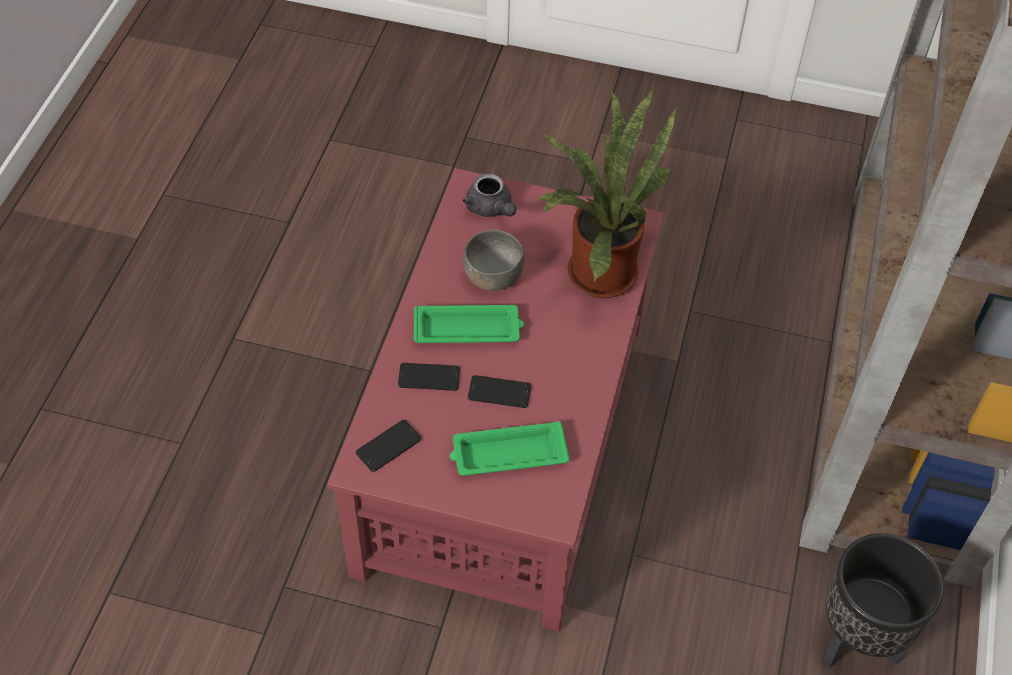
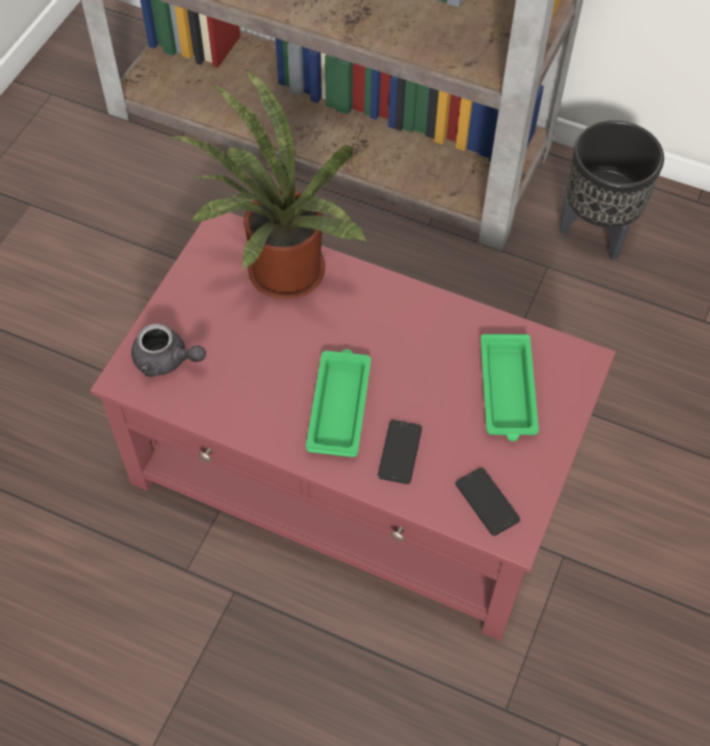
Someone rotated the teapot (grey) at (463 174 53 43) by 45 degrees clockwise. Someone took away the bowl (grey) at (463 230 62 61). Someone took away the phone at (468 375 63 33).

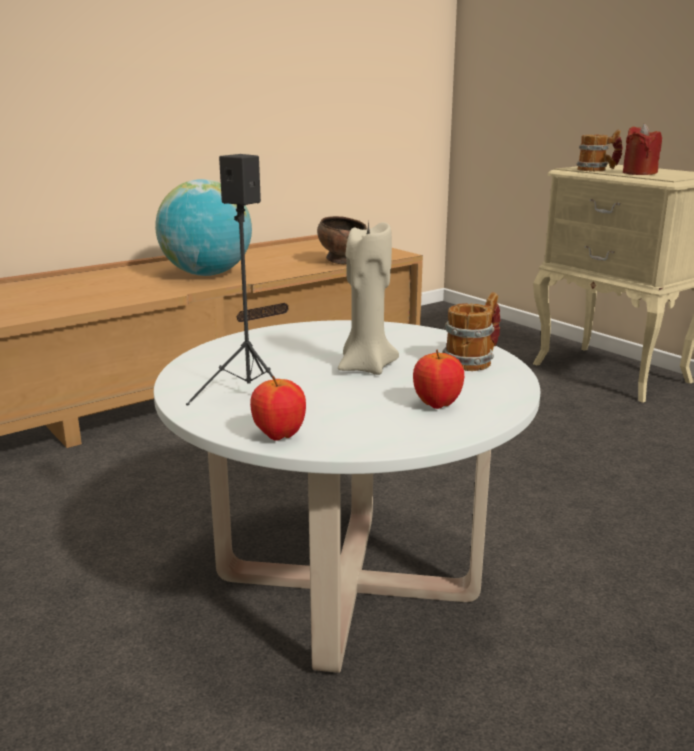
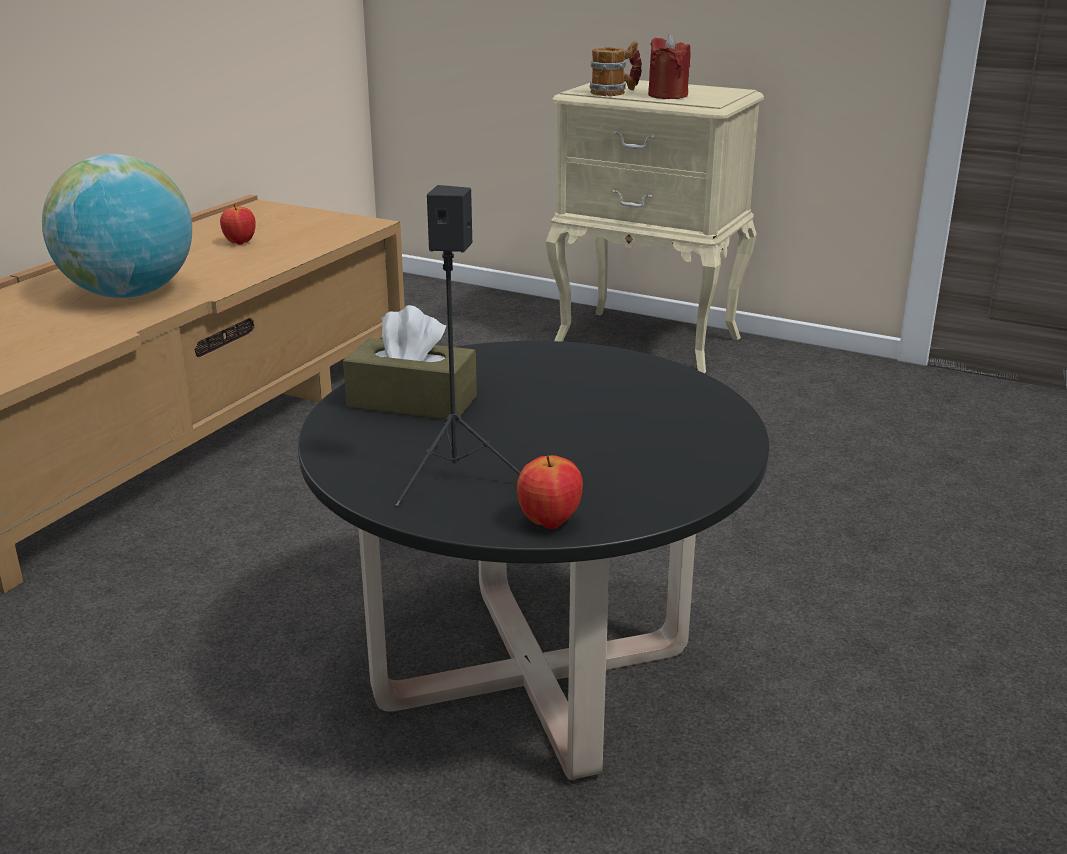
Someone repainted the coffee table (white) at (154 320 386 353), which became the coffee table (black) at (298 341 471 439). Someone took away the bowl (brown) at (317 216 50 48). Someone took away the candle (beige) at (338 220 61 155). Someone carried the apple from (413 350 51 59) to (220 204 36 41). Someone took away the mug at (442 292 59 79). Someone put down the tissue box (brown) at (343 305 134 115).

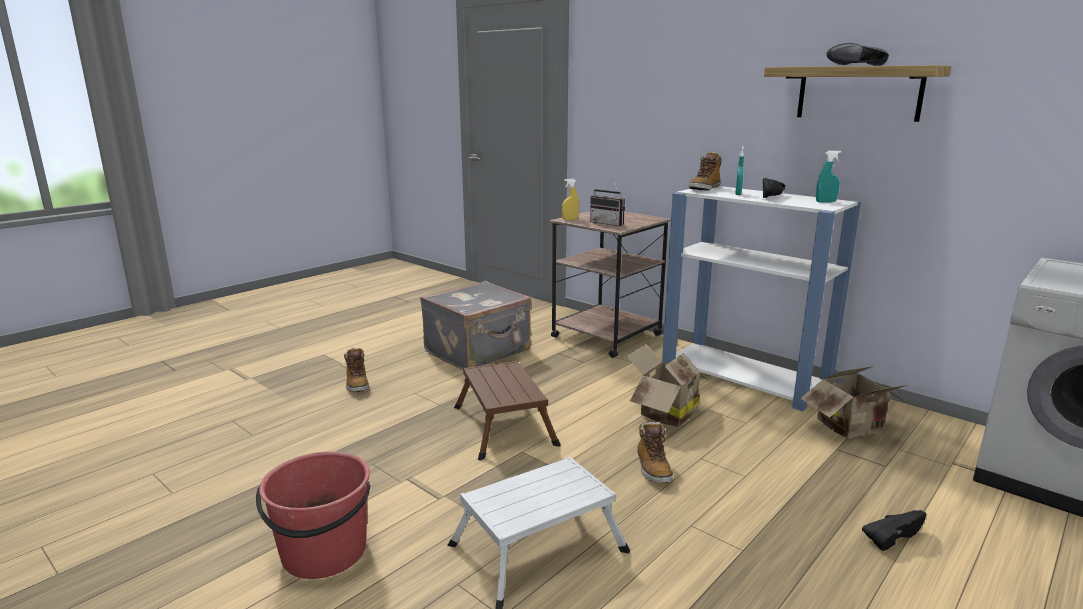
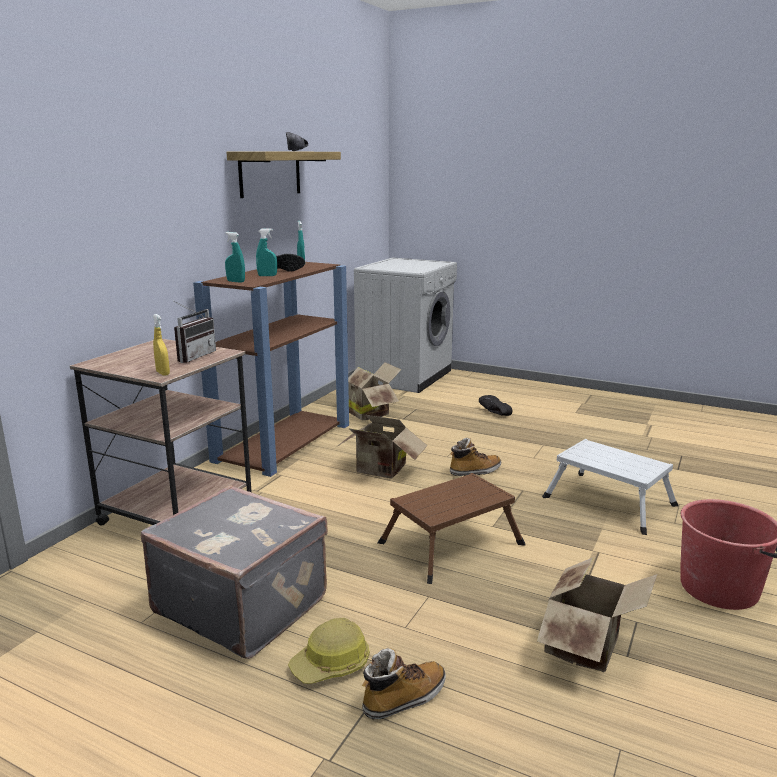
Someone repainted the bookcase (white) at (662 186 199 225), which became the bookcase (brown) at (193 262 156 215). Someone swapped the boot at (688 151 34 40) for the spray bottle (turquoise) at (225 232 20 51). Someone put down the hard hat at (288 618 82 66). Someone put down the cardboard box at (537 557 120 115).

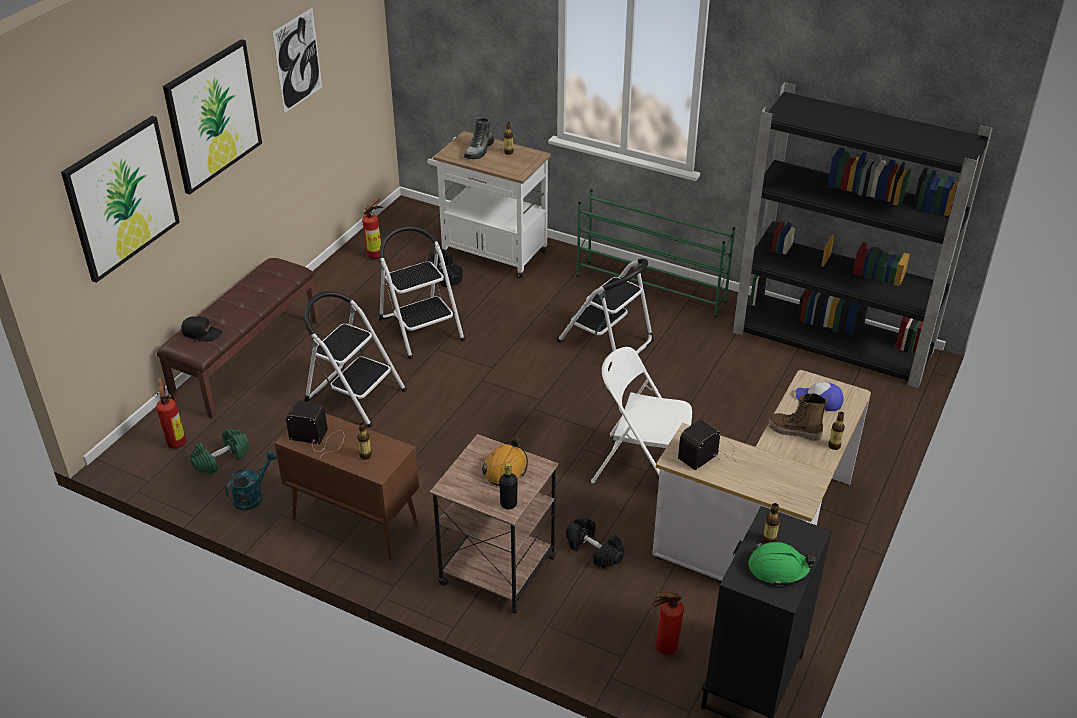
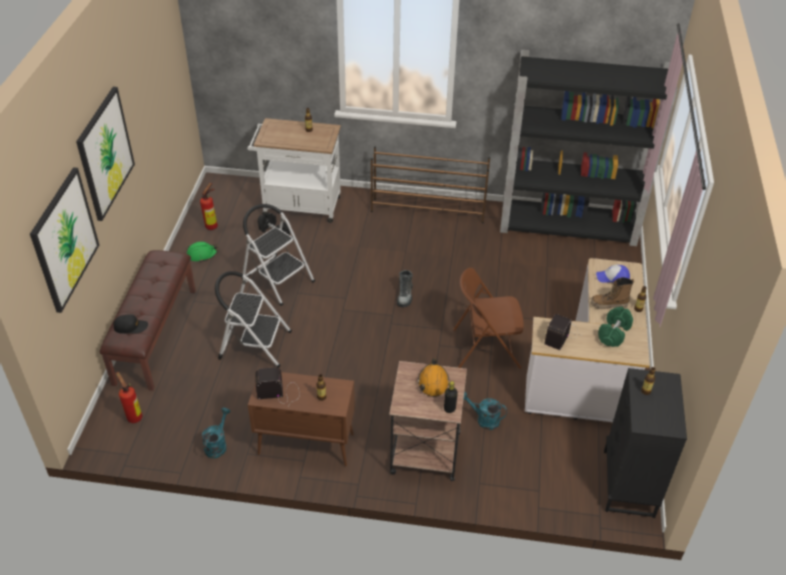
Someone carried the dumbbell (green) from (190 429 59 45) to (598 307 35 40). Someone took away the picture at (272 8 50 105). Someone carried the boot from (464 117 30 42) to (397 270 16 37). Someone took away the step ladder at (557 259 97 95). Someone swapped the dumbbell (black) at (566 518 58 50) for the watering can (turquoise) at (463 392 44 38). Someone repainted the shoe rack (green) at (576 189 159 129), which became the shoe rack (brown) at (371 146 119 77). Someone repainted the chair (white) at (591 347 101 137), which became the chair (brown) at (453 268 71 101). Someone took away the fire extinguisher at (652 592 32 63). Someone carried the hard hat (green) from (748 542 68 44) to (187 242 31 20).

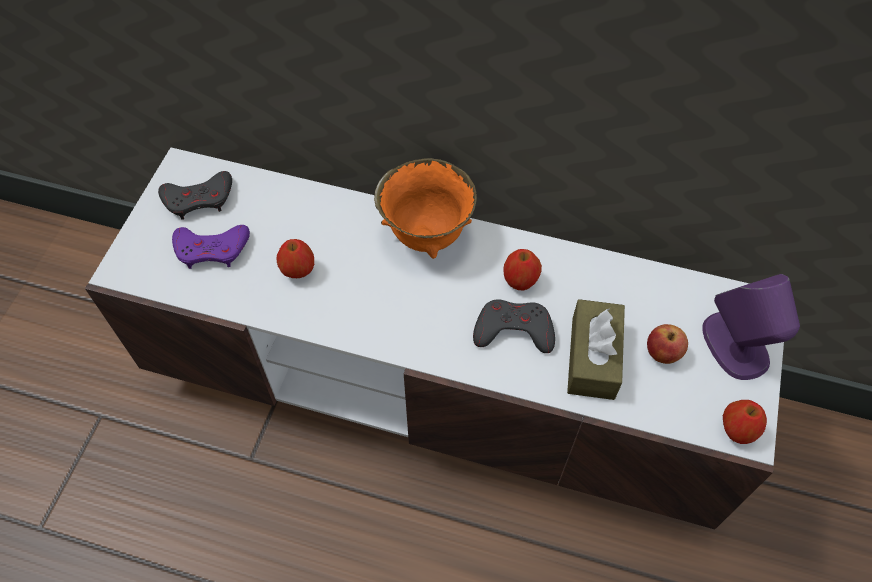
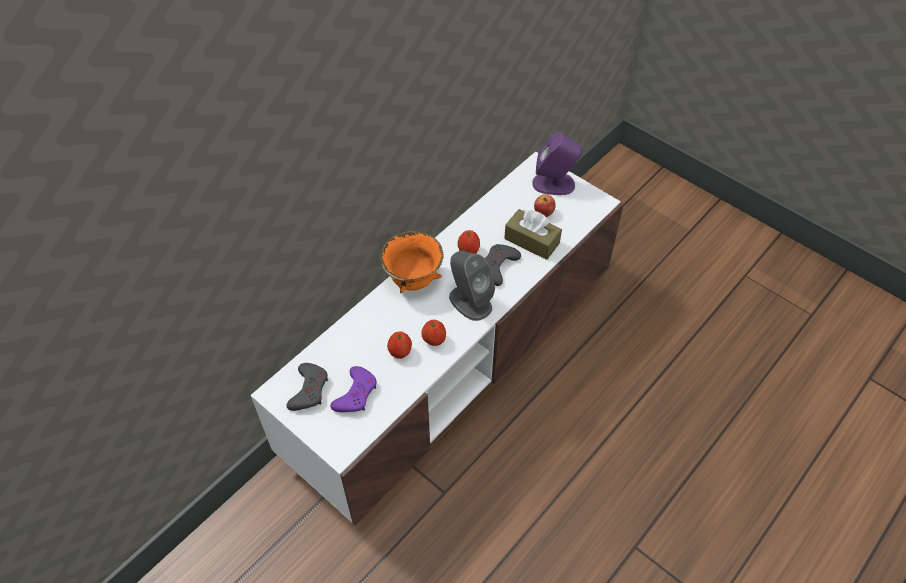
Someone carried the apple from (723 400 44 44) to (421 320 25 26). Someone put down the speaker (grey) at (449 251 46 70).

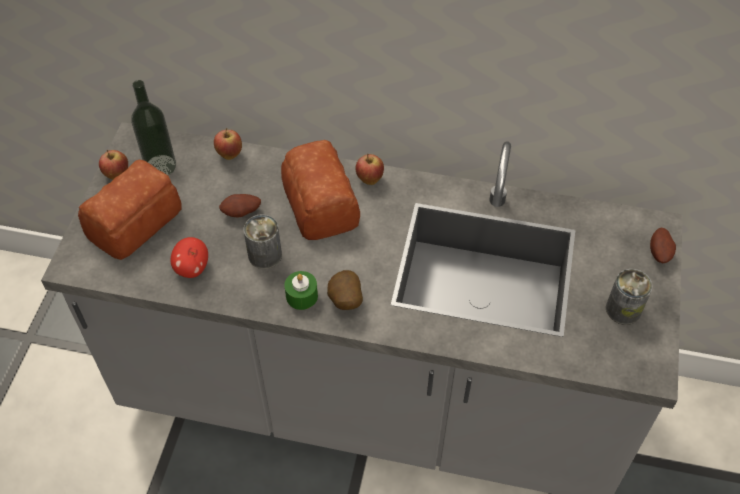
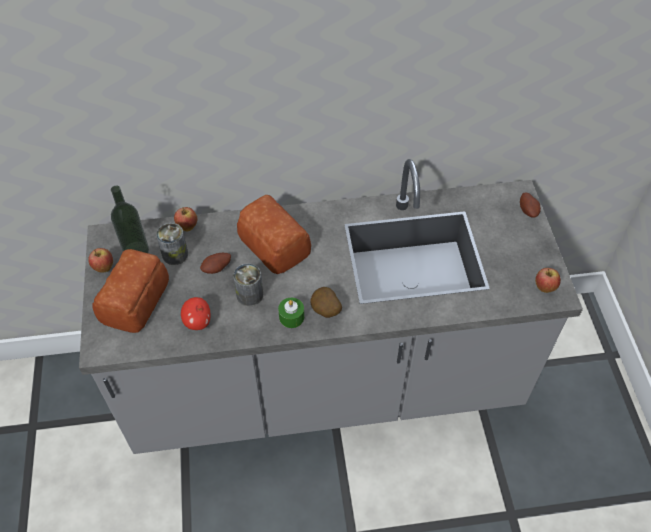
Someone carried the apple from (355 154 29 31) to (535 268 26 25). Someone carried the can from (606 269 47 56) to (156 223 32 42).

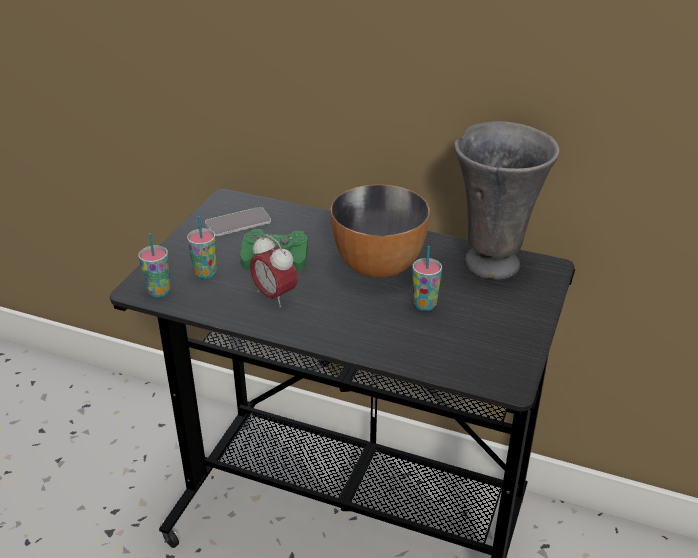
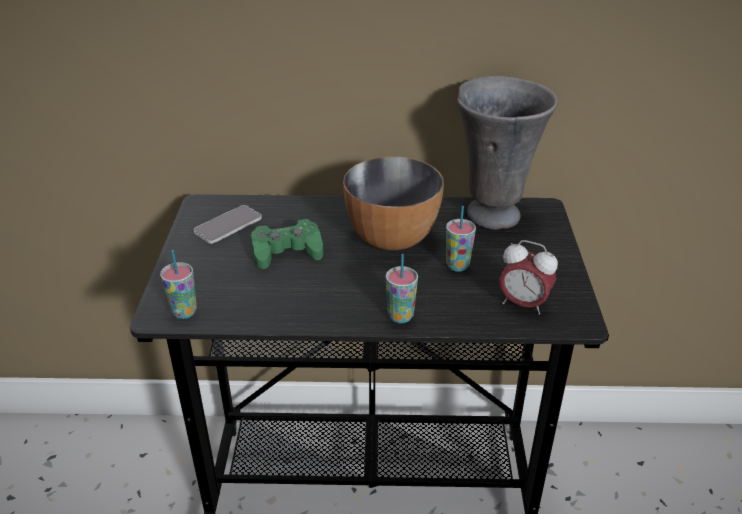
Someone carried the cup from (187 216 30 63) to (386 254 32 69). Someone carried the alarm clock from (250 234 48 74) to (499 240 59 75).

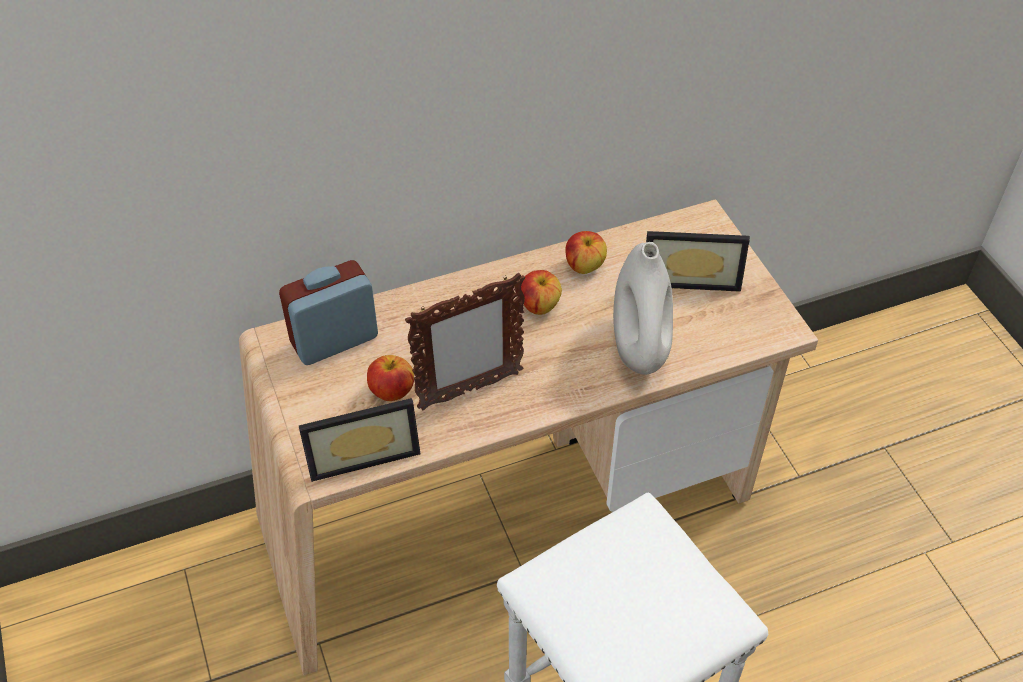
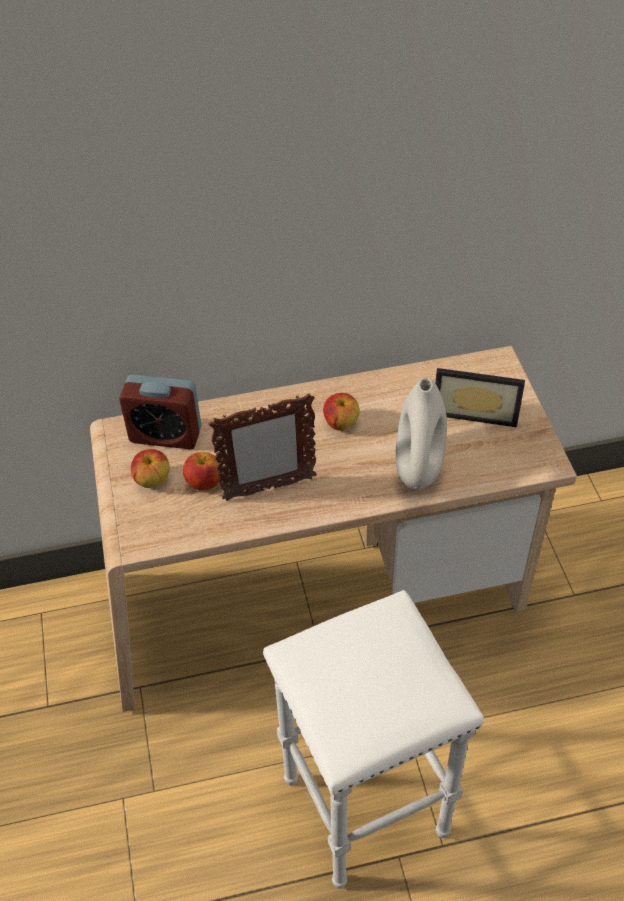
Someone rotated the alarm clock at (279 260 99 105) by 150 degrees counterclockwise. Someone took away the picture frame at (299 398 122 84). Someone carried the apple from (565 231 42 43) to (131 449 39 39).

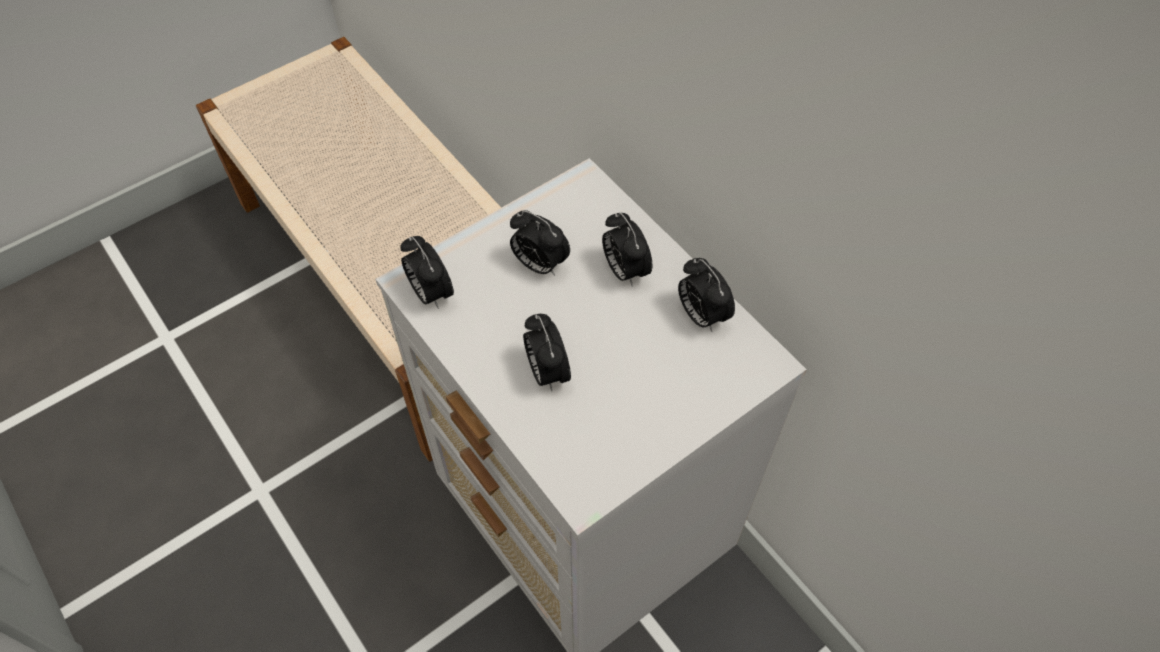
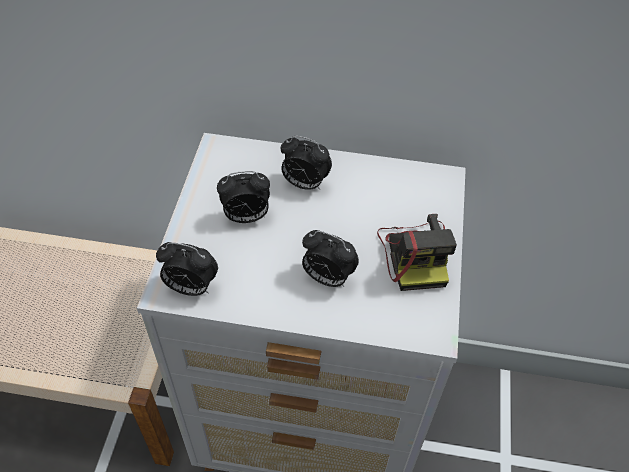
Someone took away the alarm clock at (678 258 57 74). Someone put down the photo camera at (377 214 80 77).

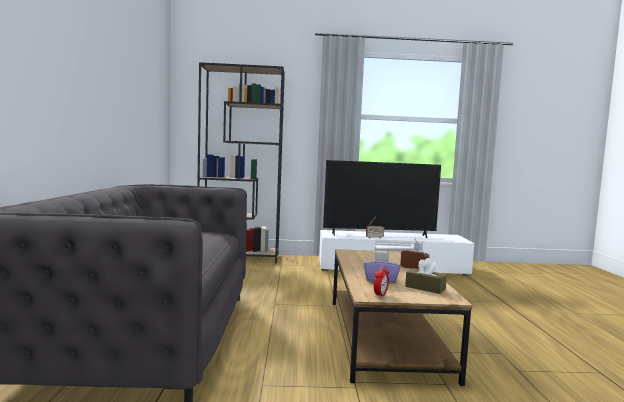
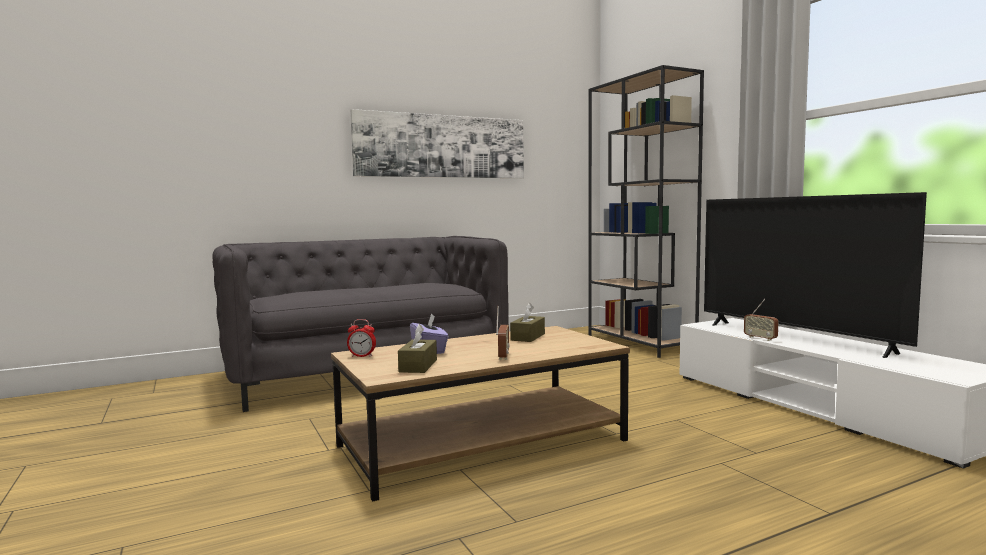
Someone put up the picture at (350 109 174 69). Someone put down the tissue box (brown) at (510 303 35 39).

